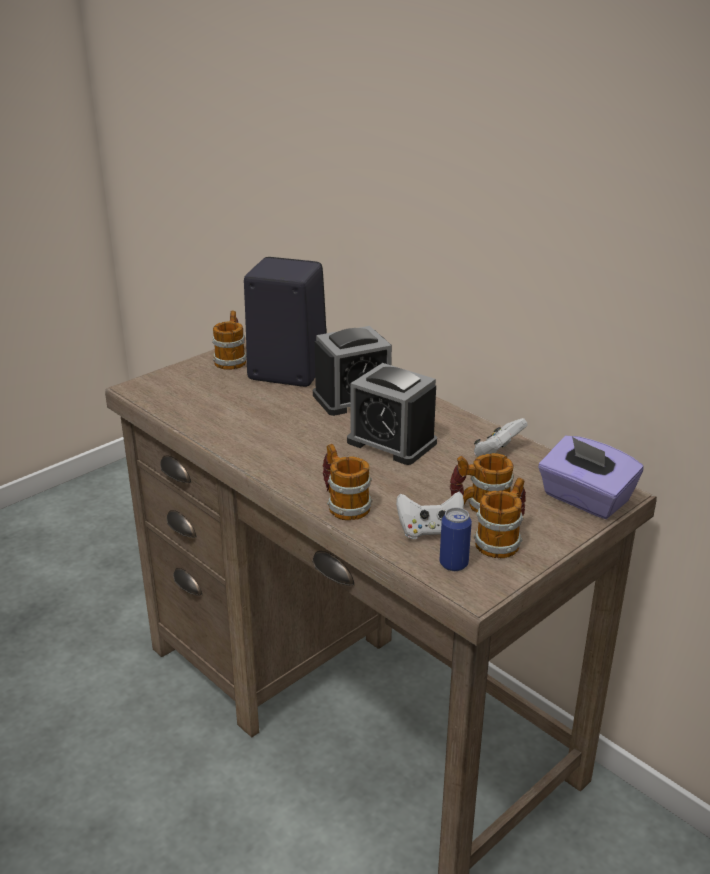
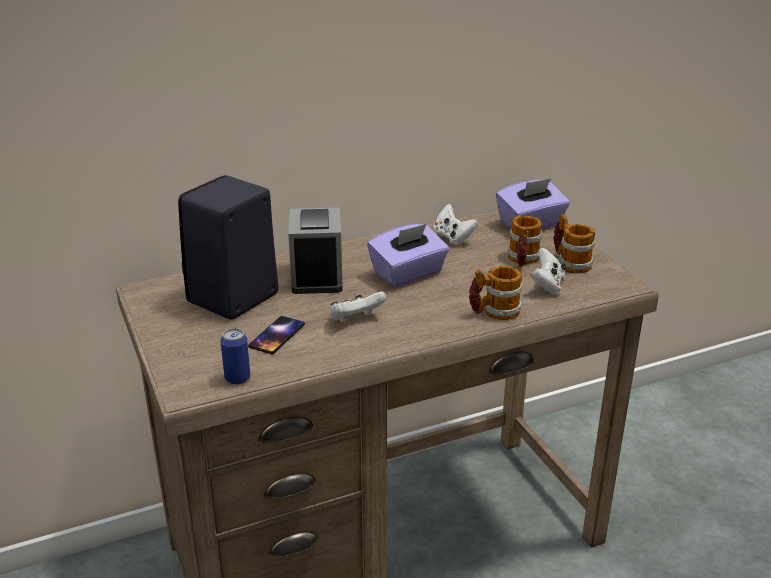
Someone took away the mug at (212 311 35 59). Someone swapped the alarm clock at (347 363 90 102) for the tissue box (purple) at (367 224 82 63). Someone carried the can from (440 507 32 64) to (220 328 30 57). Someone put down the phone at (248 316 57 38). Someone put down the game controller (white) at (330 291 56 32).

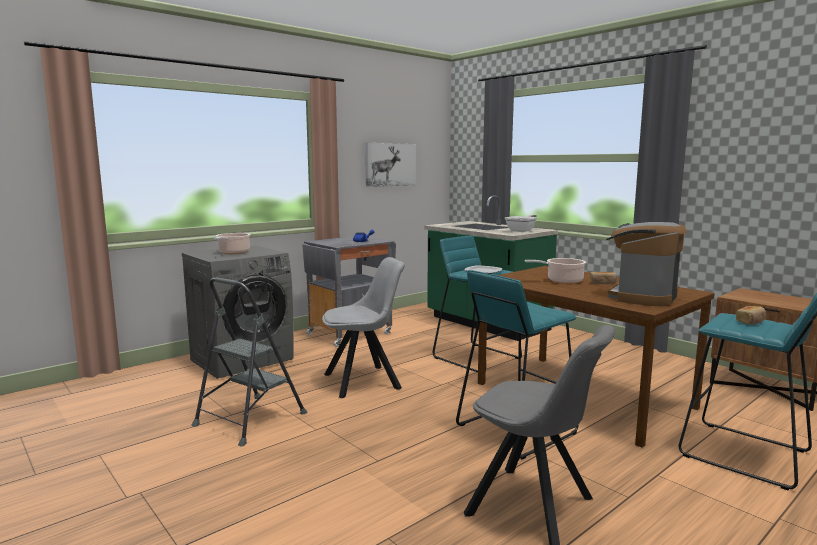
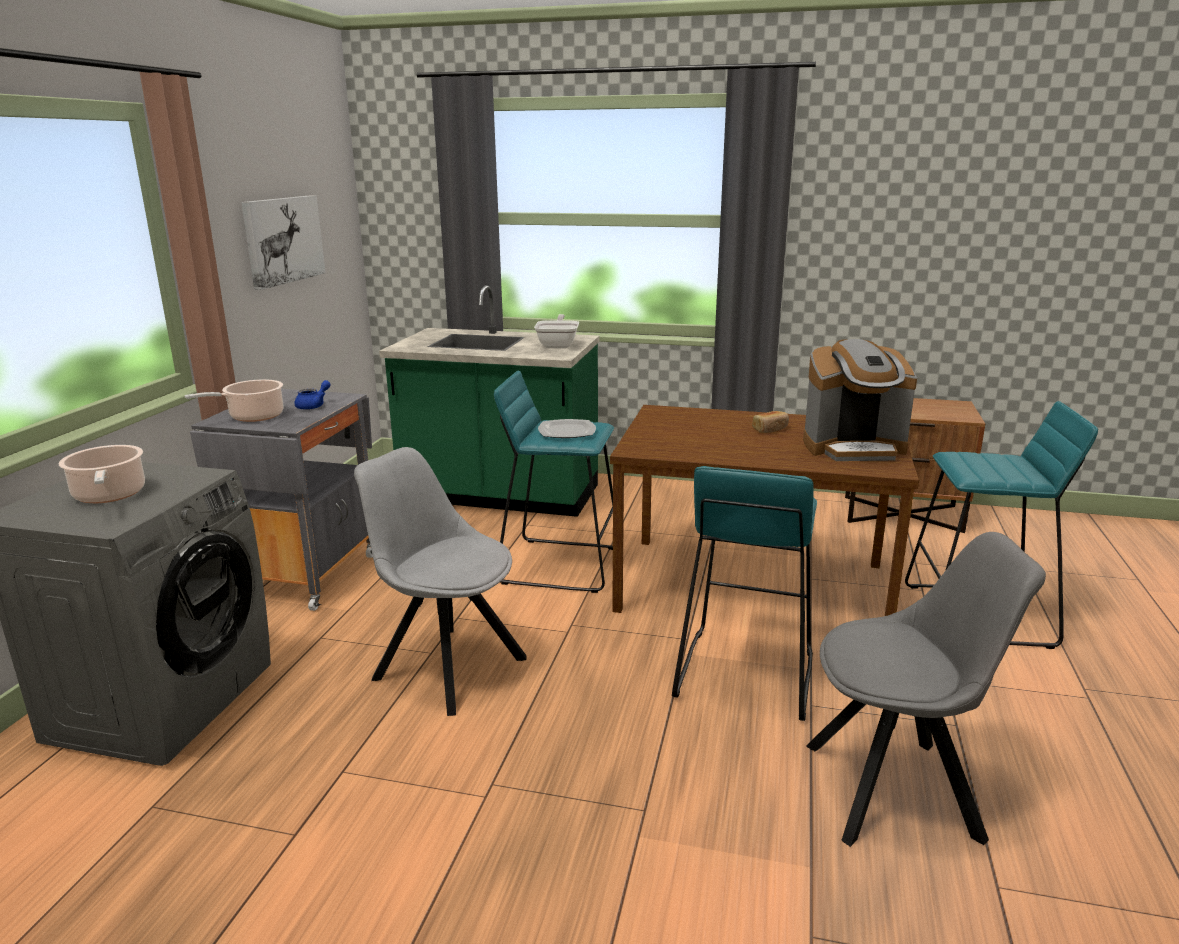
Someone took away the step ladder (grey) at (191 277 117 169). Someone rotated the chair (grey) at (322 257 83 141) by 90 degrees counterclockwise. Someone carried the cooking pot from (525 258 61 26) to (185 379 99 43). Someone rotated the coffee machine at (606 222 81 84) by 90 degrees counterclockwise. Someone took away the bread at (736 306 30 19).

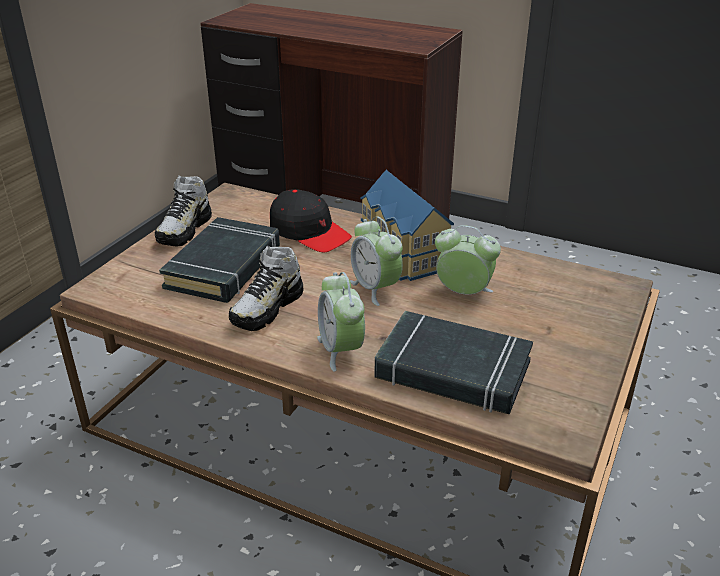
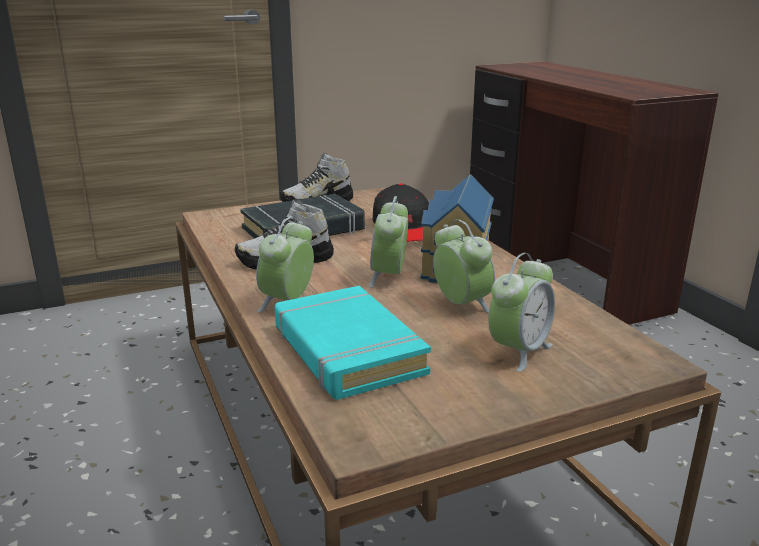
Someone repainted the book (black) at (374 311 159 103), which became the book (turquoise) at (275 286 156 114). Someone put down the alarm clock at (488 253 67 119).

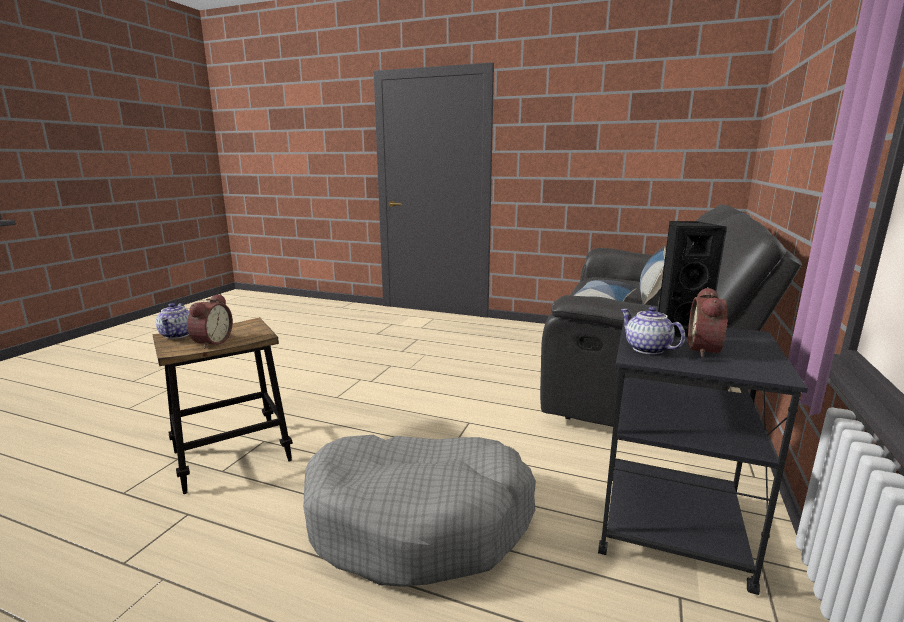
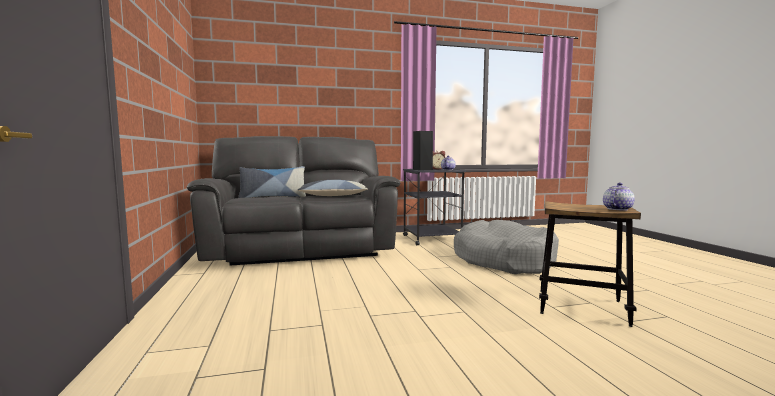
Someone took away the alarm clock at (187 294 46 55).

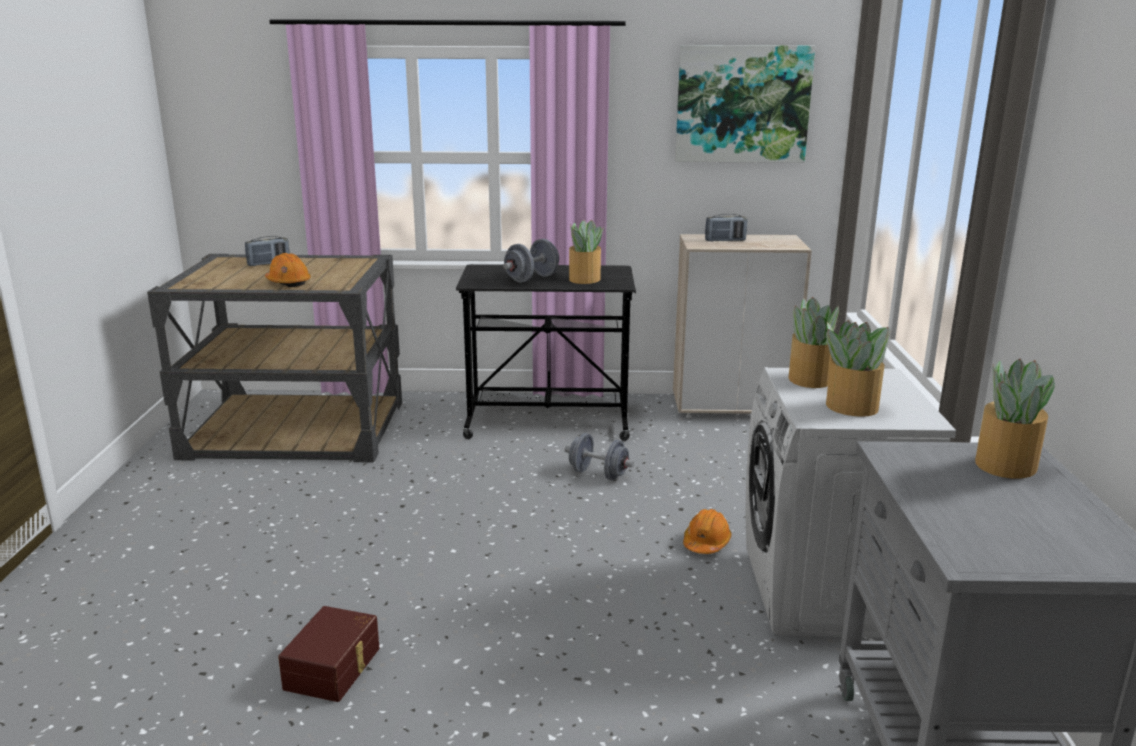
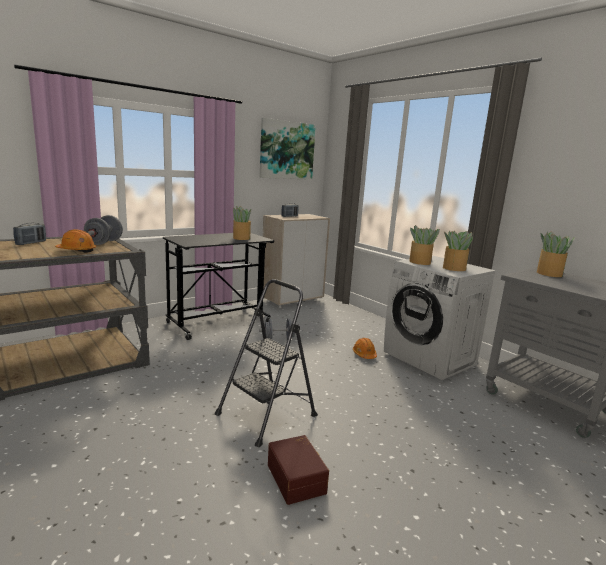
Someone carried the dumbbell (grey) from (503 239 56 44) to (84 215 39 30). Someone put down the step ladder (black) at (214 279 104 168).

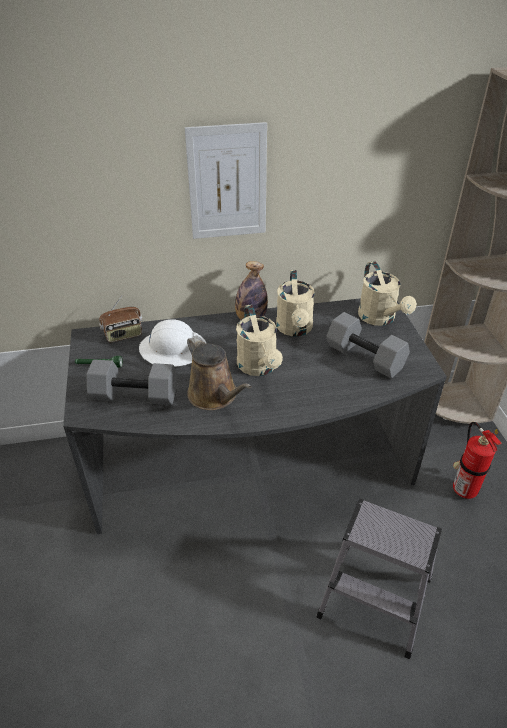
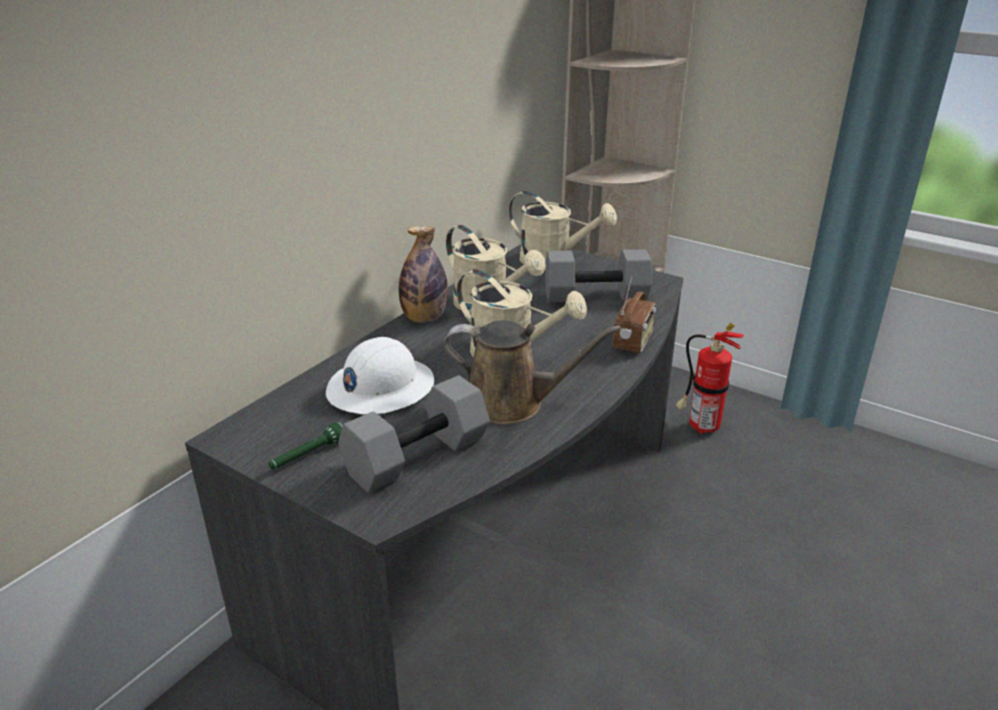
Someone carried the radio from (99 295 43 48) to (613 276 43 77). Someone took away the picture at (185 122 82 117). Someone took away the step ladder (grey) at (316 498 126 161).

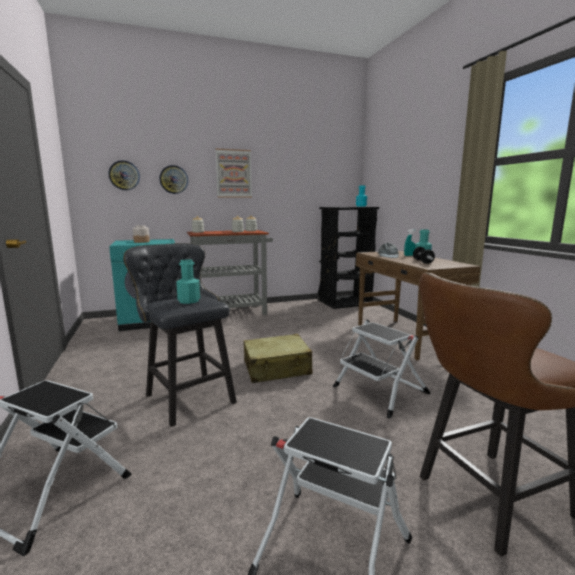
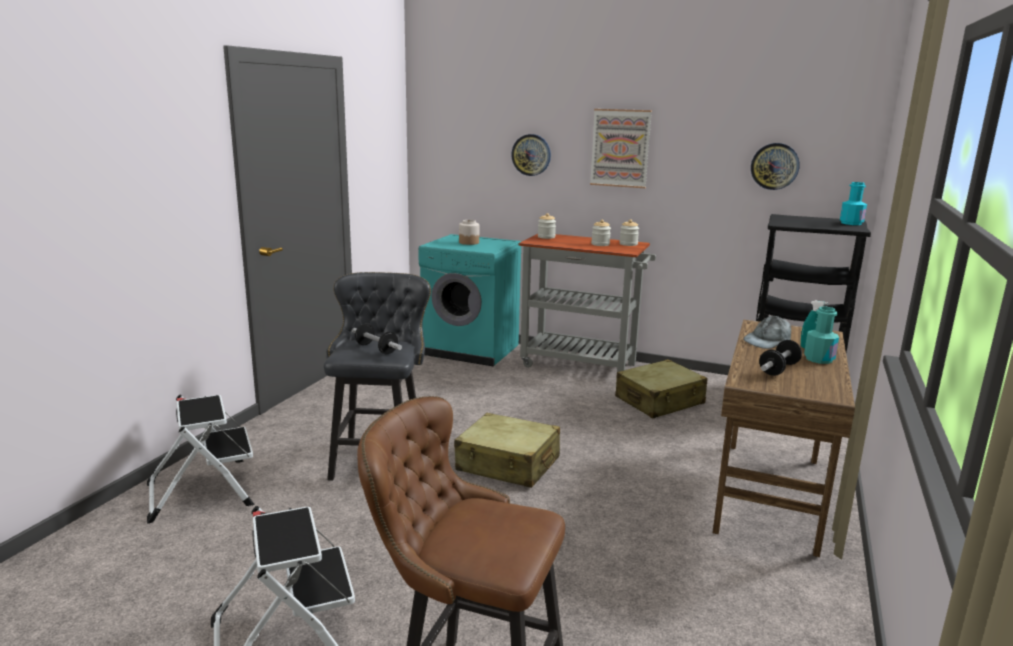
Someone carried the wall clock from (108 160 32 30) to (751 143 49 47). Someone swapped the bottle (turquoise) at (176 259 24 45) for the dumbbell at (352 323 50 31). Someone took away the step ladder at (333 319 98 99). Someone put down the suitcase (beige) at (615 359 93 59).

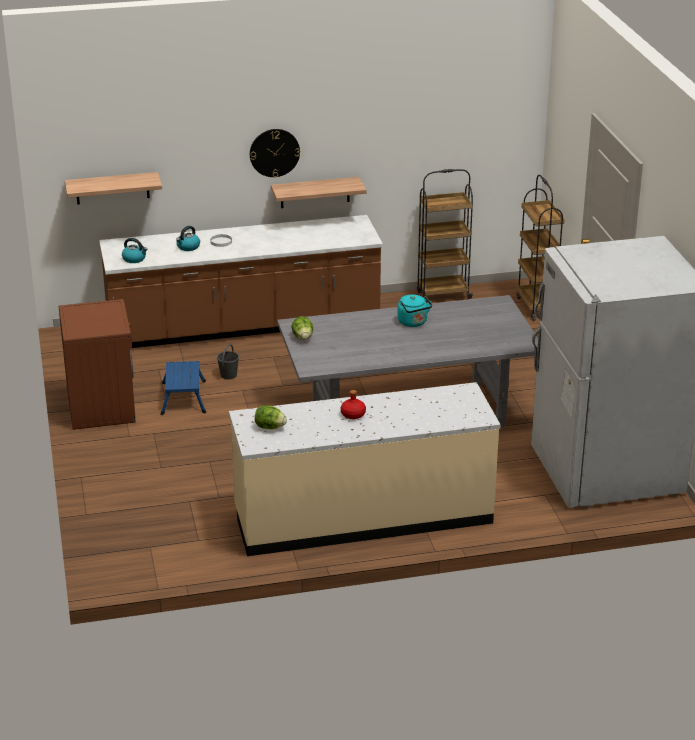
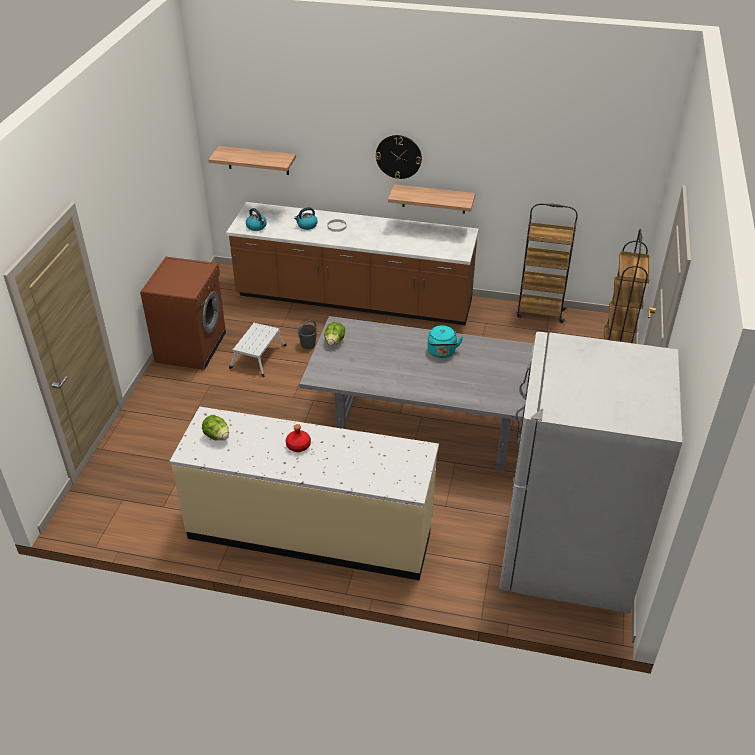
Someone repainted the step ladder (blue) at (160 361 47 54), which became the step ladder (white) at (229 323 58 54).

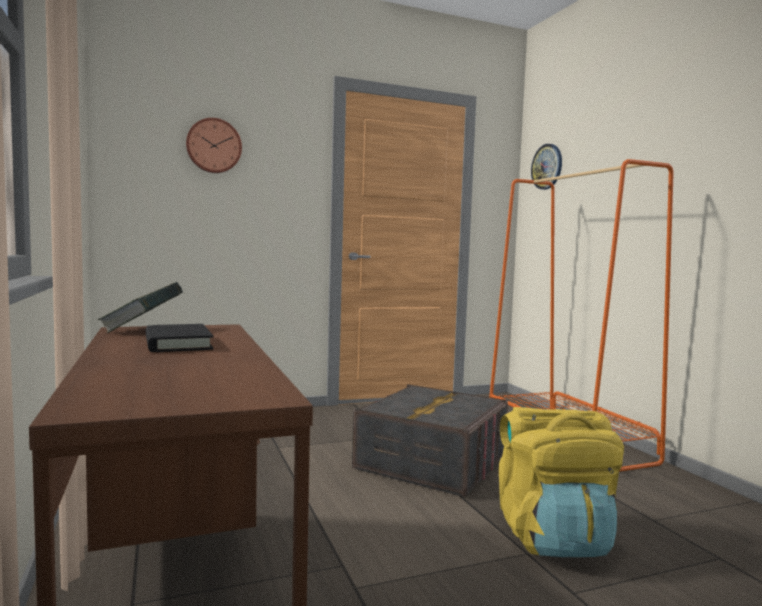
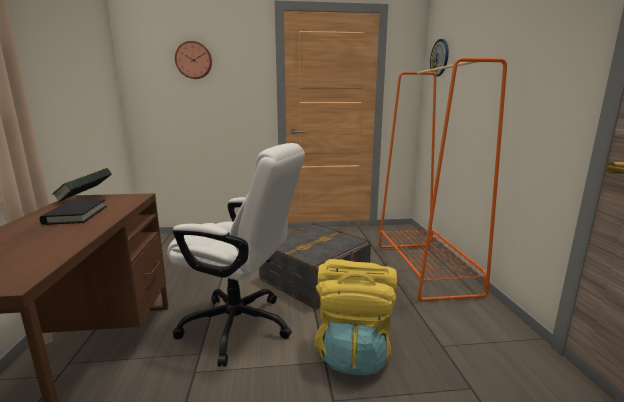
Someone put down the office chair (white) at (167 143 138 224).

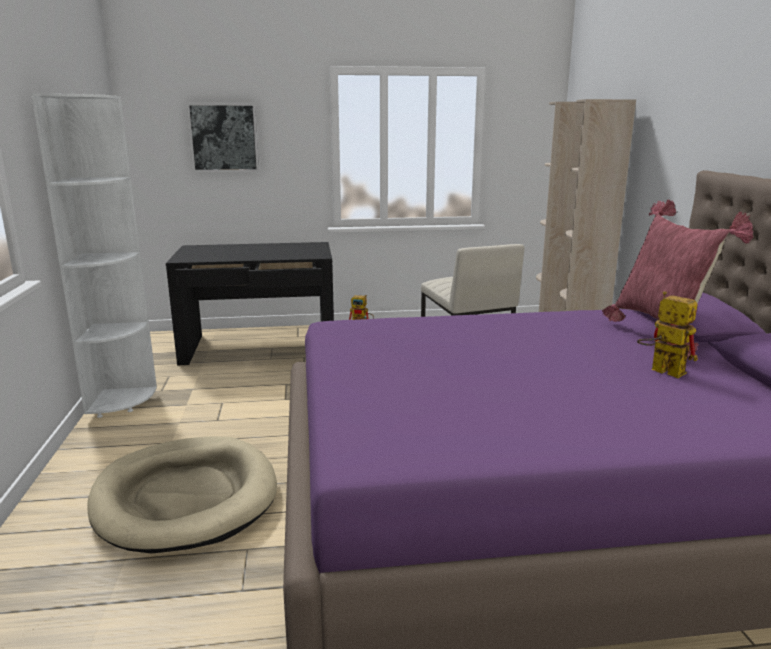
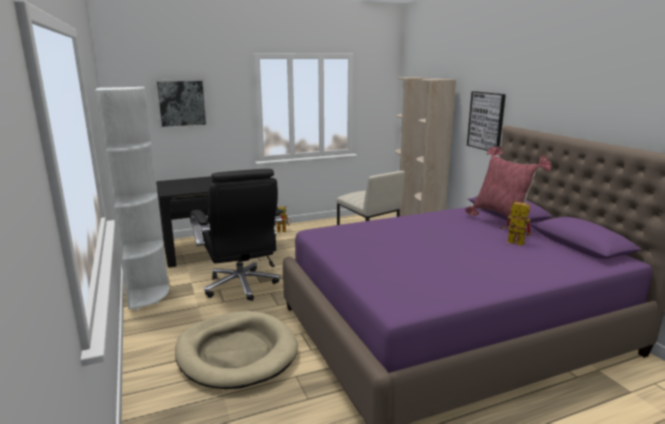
Someone put down the office chair (black) at (190 169 92 132). Someone put up the picture at (467 91 39 60).

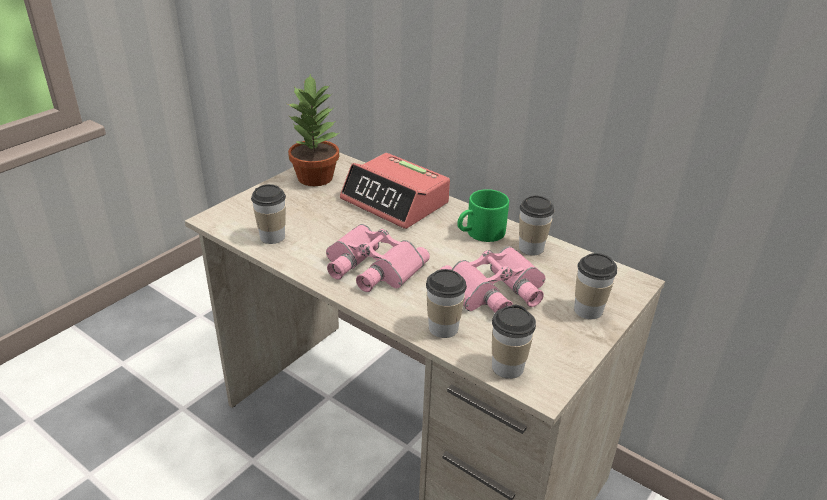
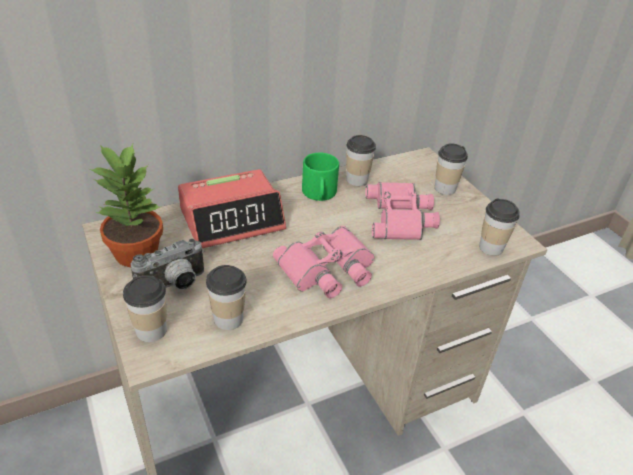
Someone carried the cup from (426 269 41 69) to (123 275 44 67). Someone put down the photo camera at (131 238 74 52).

